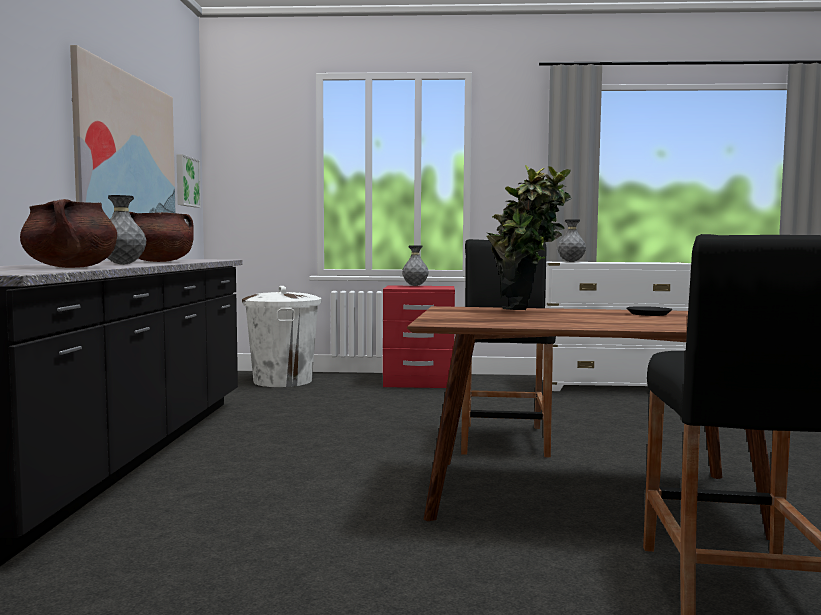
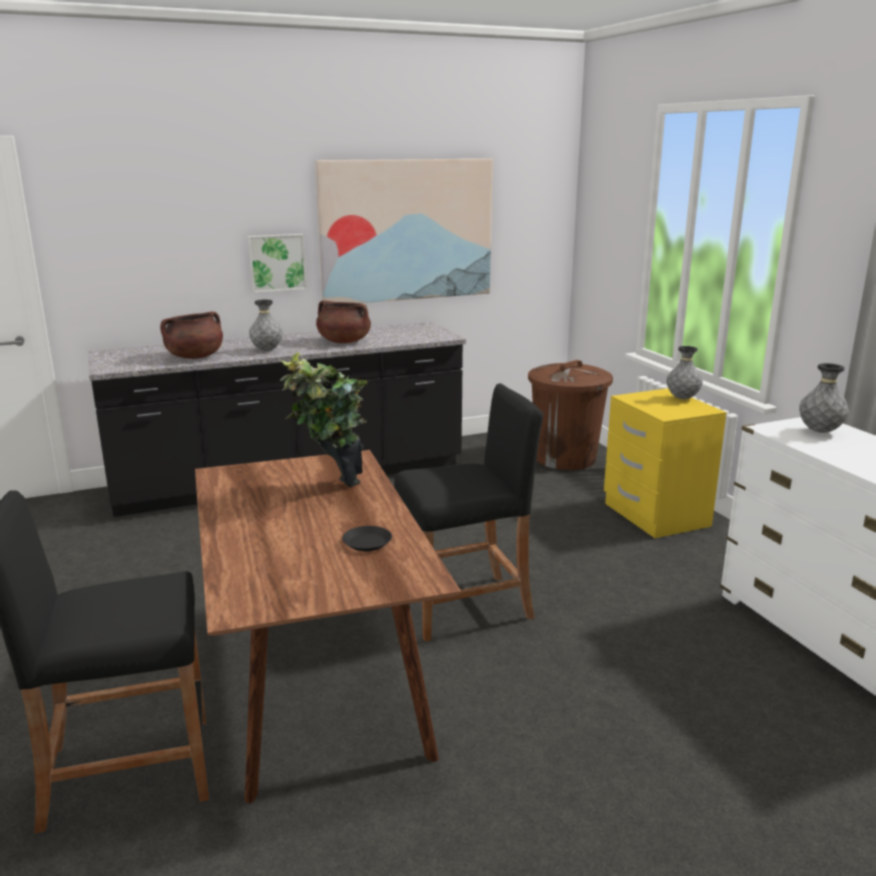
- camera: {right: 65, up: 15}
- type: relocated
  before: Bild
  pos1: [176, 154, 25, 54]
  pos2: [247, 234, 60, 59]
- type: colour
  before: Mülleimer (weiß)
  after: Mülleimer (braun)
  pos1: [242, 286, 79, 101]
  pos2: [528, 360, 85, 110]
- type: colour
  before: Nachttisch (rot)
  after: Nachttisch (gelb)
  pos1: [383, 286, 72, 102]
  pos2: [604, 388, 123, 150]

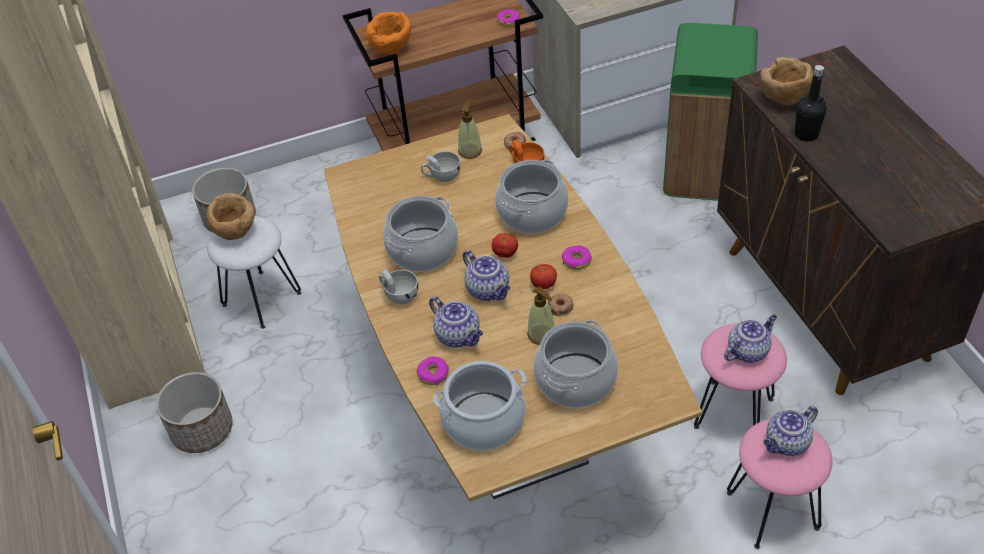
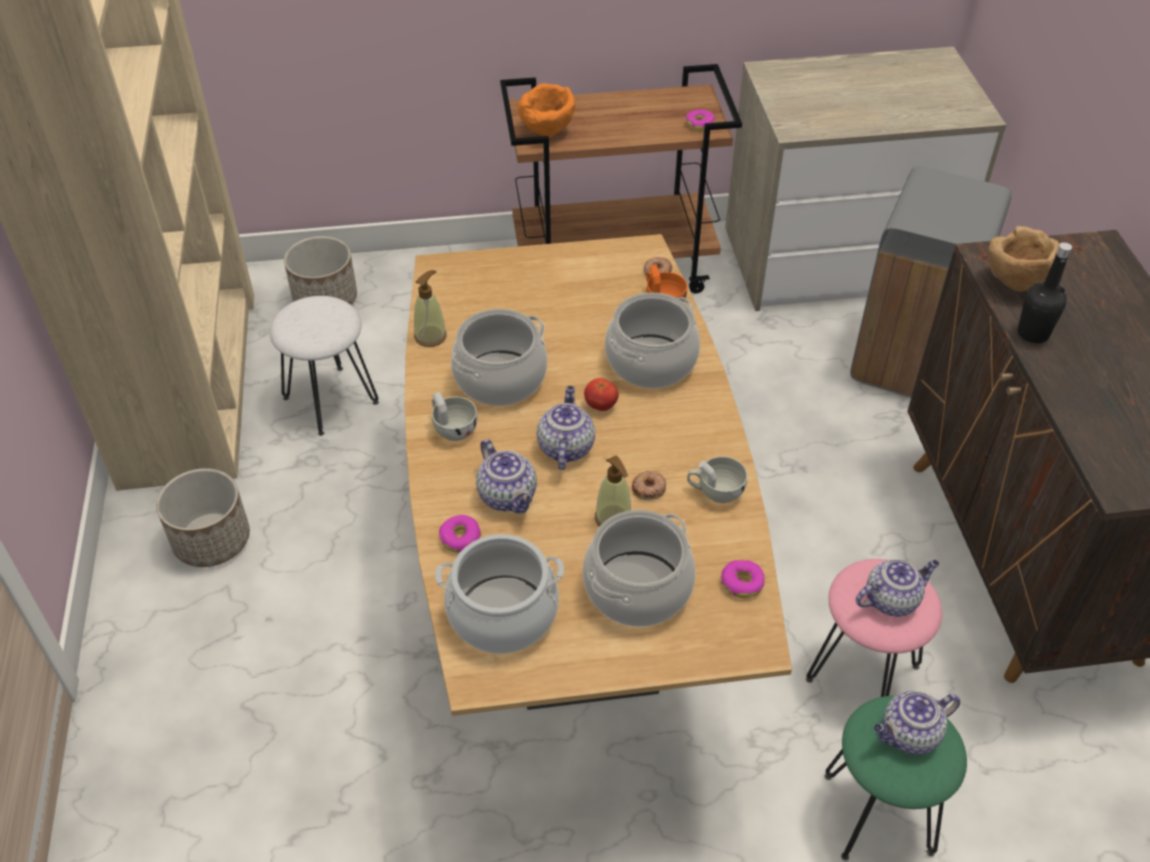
- camera: {right: 10, up: 0}
- type: relocated
  before: Seifenspender
  pos1: [458, 100, 24, 59]
  pos2: [414, 270, 33, 77]
- type: spun
  before: Teekanne
  pos1: [463, 250, 47, 51]
  pos2: [537, 386, 58, 84]
  turn: -150
- type: relocated
  before: Tasse (weiß)
  pos1: [421, 151, 40, 31]
  pos2: [687, 456, 61, 47]
- type: relocated
  before: Donut
  pos1: [562, 245, 30, 25]
  pos2: [721, 560, 44, 38]
- type: colour
  before: Hocker (rosa)
  after: Hocker (grün)
  pos1: [727, 419, 106, 130]
  pos2: [825, 696, 142, 165]
- type: colour
  before: Mülleimer (grün)
  after: Mülleimer (grau)
  pos1: [663, 23, 95, 178]
  pos2: [850, 167, 162, 230]
- type: missing
  before: Schüssel (braun)
  pos1: [206, 193, 49, 47]
- type: missing
  before: Tomate
  pos1: [530, 264, 27, 25]

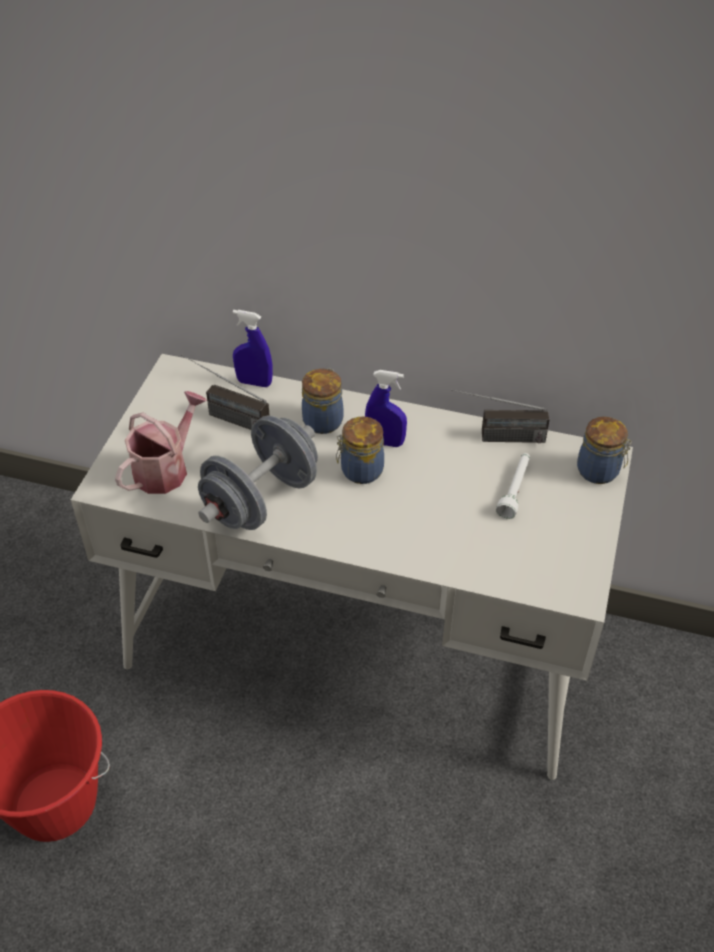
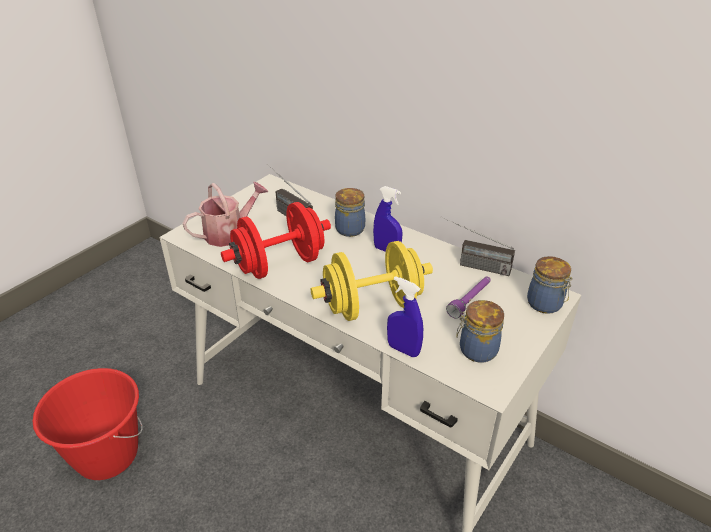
- camera: {right: 20, up: -10}
- type: colour
  before: Hantel (grau)
  after: Hantel (rot)
  pos1: [198, 415, 120, 115]
  pos2: [221, 202, 110, 77]
- type: appeared
  after: Hantel (gelb)
  pos2: [311, 241, 122, 80]
- type: relocated
  before: Sprühflasche (blau)
  pos1: [233, 310, 40, 77]
  pos2: [387, 276, 36, 81]
- type: colour
  before: Taschenlampe (weiß)
  after: Taschenlampe (lila)
  pos1: [496, 453, 34, 66]
  pos2: [446, 276, 44, 42]
- type: relocated
  before: Vorratsglas
  pos1: [336, 417, 48, 67]
  pos2: [457, 300, 47, 63]

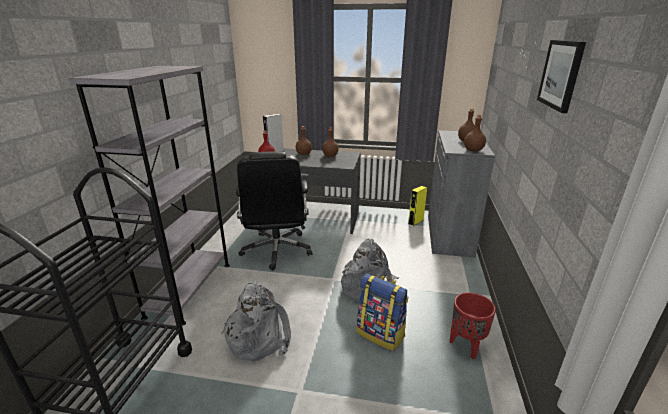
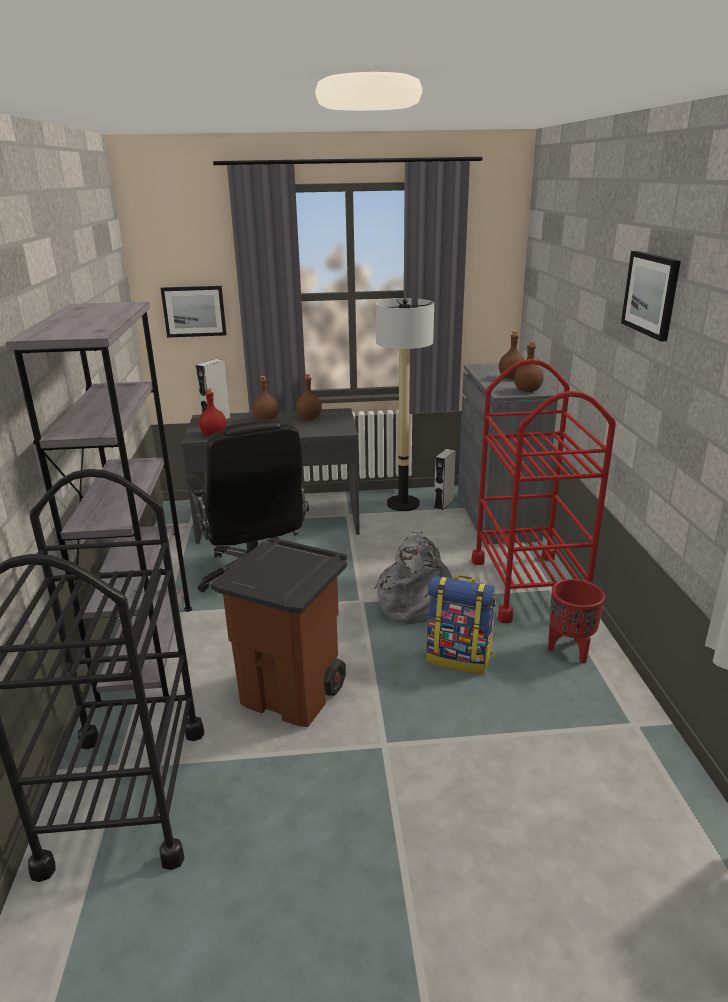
- camera: {right: -15, up: 0}
- type: appeared
  after: Bild
  pos2: [161, 286, 66, 52]
- type: exchanged
  before: Rucksack (grau)
  after: Mülleimer (braun)
  pos1: [221, 281, 70, 80]
  pos2: [210, 538, 137, 189]
- type: appeared
  after: Stehlampe
  pos2: [376, 298, 58, 213]
- type: colour
  before: Lautsprecher (gelb)
  after: Lautsprecher (grau)
  pos1: [408, 186, 19, 40]
  pos2: [434, 449, 22, 61]
- type: appeared
  after: Rollwagen (rot)
  pos2: [471, 359, 145, 265]

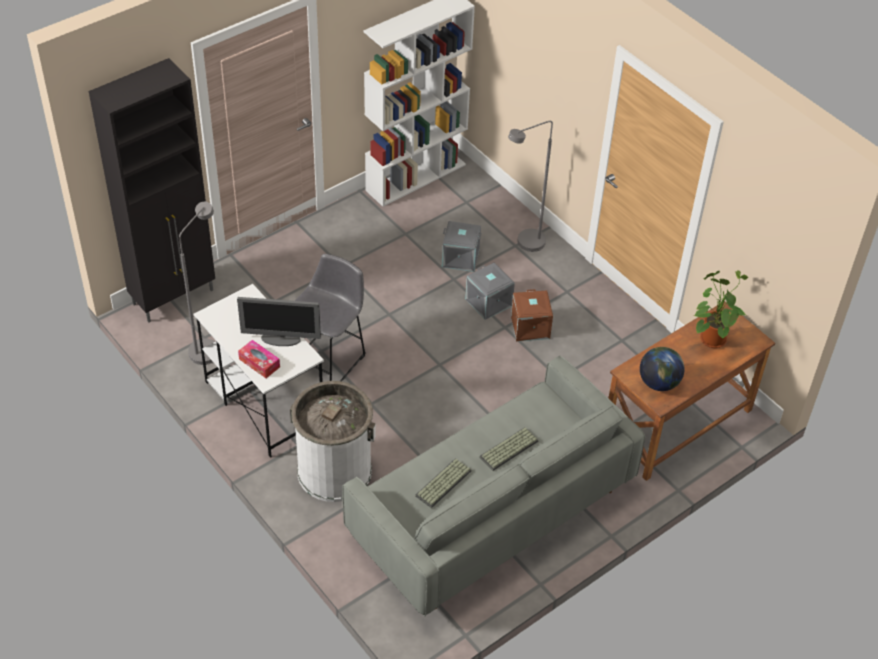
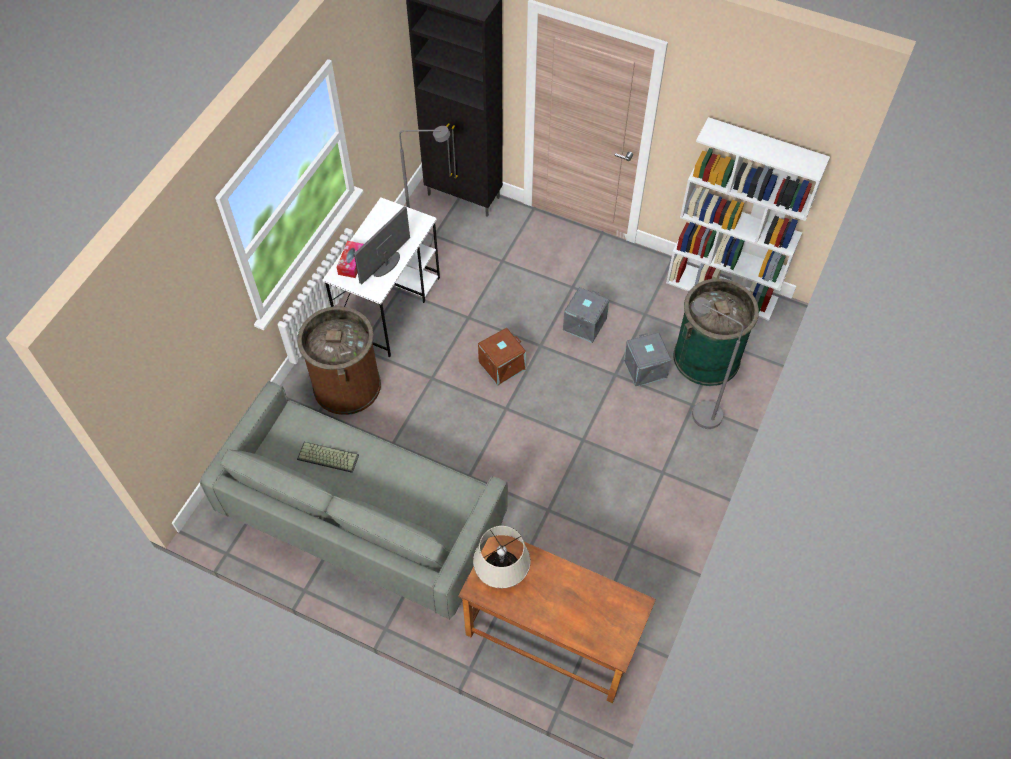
- camera: {right: 65, up: 10}
- type: colour
  before: Mülleimer (weiß)
  after: Mülleimer (braun)
  pos1: [290, 381, 86, 121]
  pos2: [297, 306, 84, 109]
- type: spun
  before: Monitor
  pos1: [237, 297, 84, 49]
  pos2: [354, 206, 56, 78]
  turn: 60
- type: exchanged
  before: Globus
  after: Tischlampe (beige)
  pos1: [640, 347, 45, 44]
  pos2: [473, 526, 57, 62]
- type: relocated
  before: Aufbewahrungsbox (braun)
  pos1: [511, 289, 42, 53]
  pos2: [478, 328, 48, 58]
- type: relocated
  before: Aufbewahrungsbox (grau)
  pos1: [465, 263, 50, 57]
  pos2: [563, 287, 46, 56]
- type: appeared
  after: Mülleimer (grün)
  pos2: [673, 278, 86, 108]
- type: missing
  before: Hocker (grau)
  pos1: [295, 254, 71, 127]
- type: missing
  before: Tastatur
  pos1: [479, 427, 60, 44]
- type: missing
  before: Topfpflanze
  pos1: [694, 270, 54, 78]

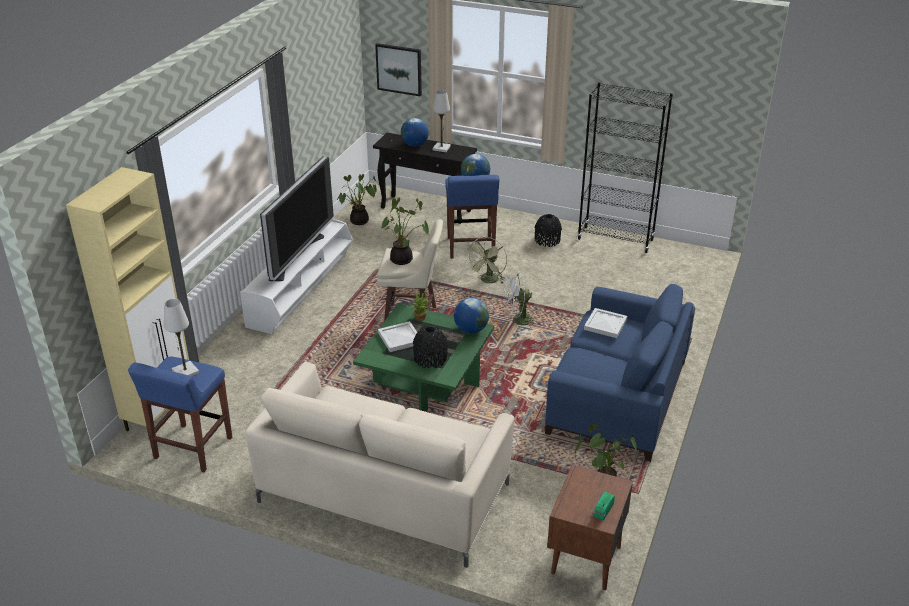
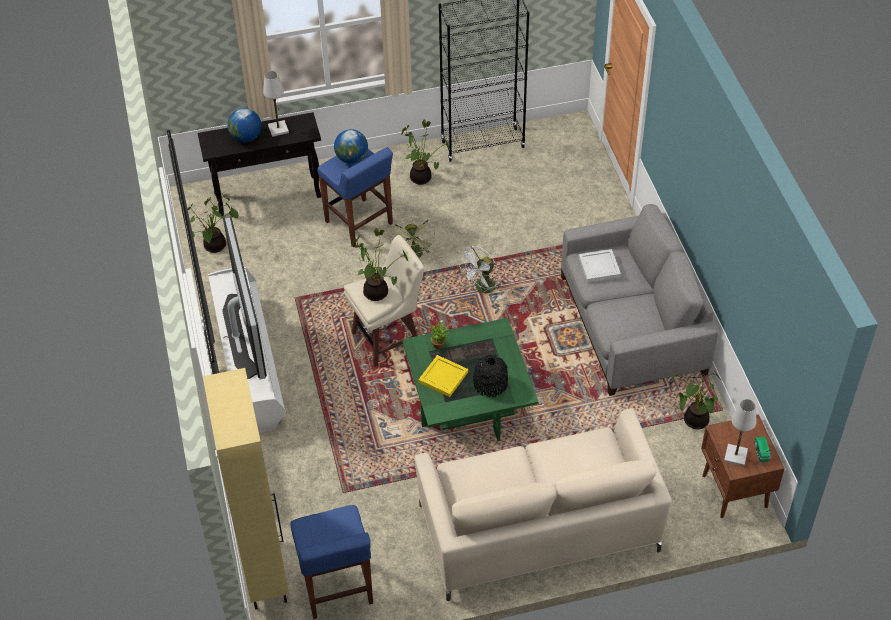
- camera: {right: -35, up: 15}
- type: exchanged
  before: Vase (schwarz)
  after: Topfpflanze
  pos1: [535, 214, 27, 33]
  pos2: [401, 120, 49, 65]
- type: colour
  before: Tablett (weiß)
  after: Tablett (gelb)
  pos1: [378, 321, 39, 31]
  pos2: [419, 355, 49, 42]
- type: colour
  before: Sofa (blau)
  after: Sofa (grau)
  pos1: [545, 284, 150, 178]
  pos2: [561, 204, 157, 192]
- type: relocated
  before: Tischlampe (weiß)
  pos1: [164, 299, 35, 77]
  pos2: [724, 399, 33, 67]
- type: missing
  before: Bild
  pos1: [375, 43, 47, 53]
- type: missing
  before: Globus
  pos1: [454, 298, 35, 35]

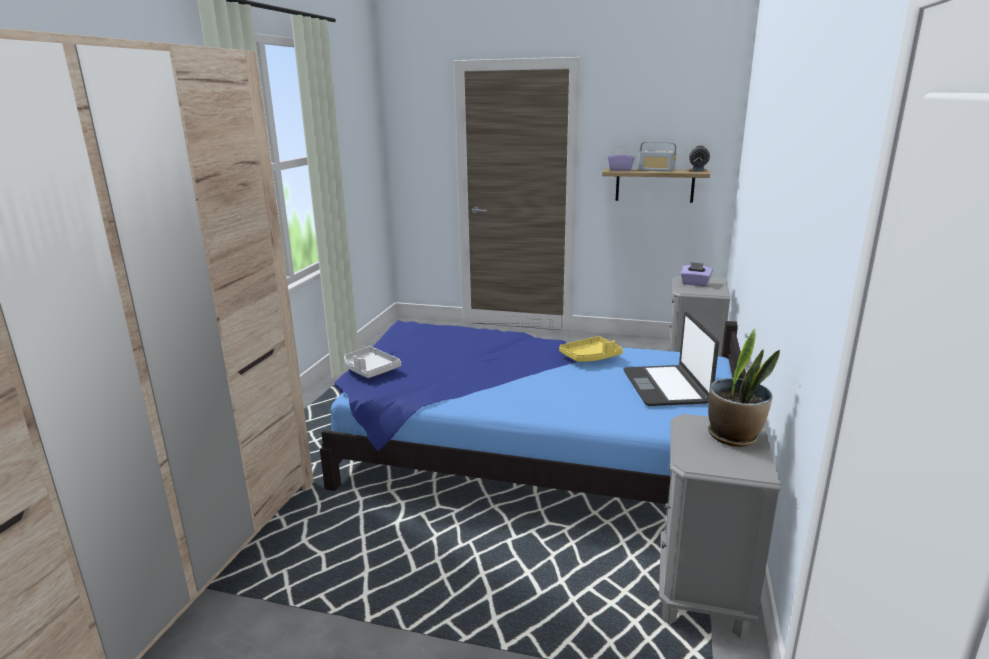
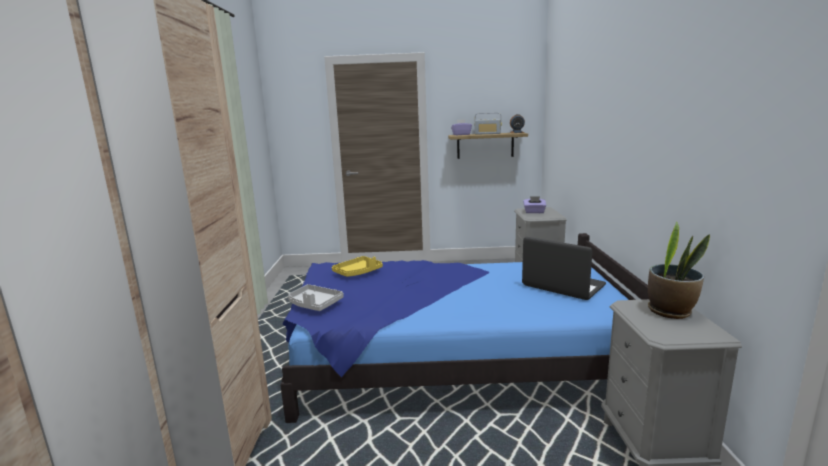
- camera: {right: -15, up: -5}
- type: relocated
  before: Tablett (gelb)
  pos1: [559, 336, 64, 26]
  pos2: [332, 256, 51, 21]
- type: spun
  before: Laptop
  pos1: [623, 312, 96, 94]
  pos2: [522, 237, 84, 63]
  turn: 150

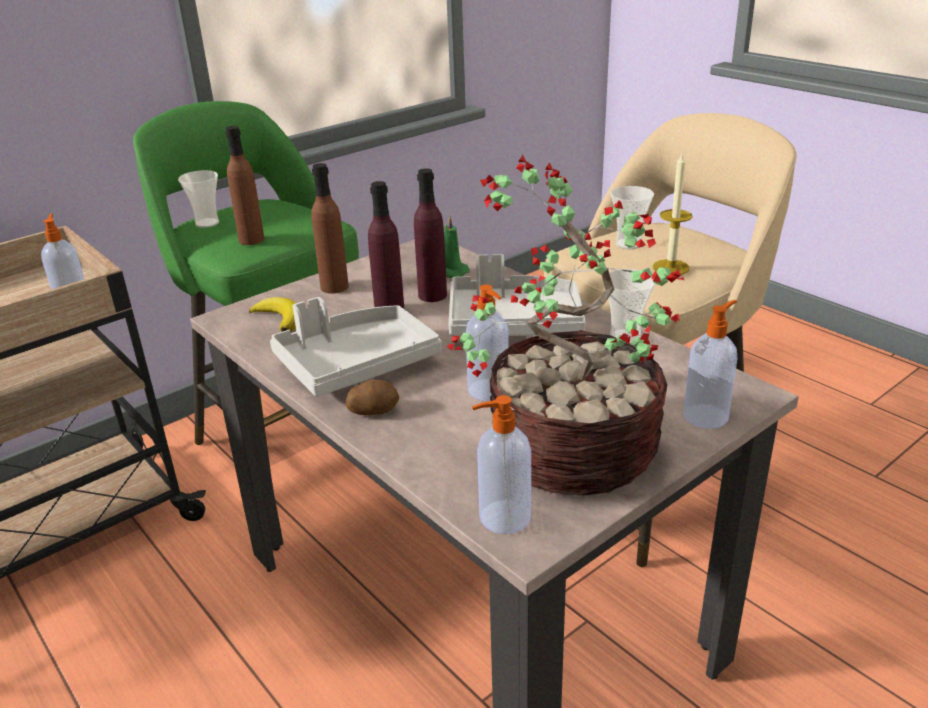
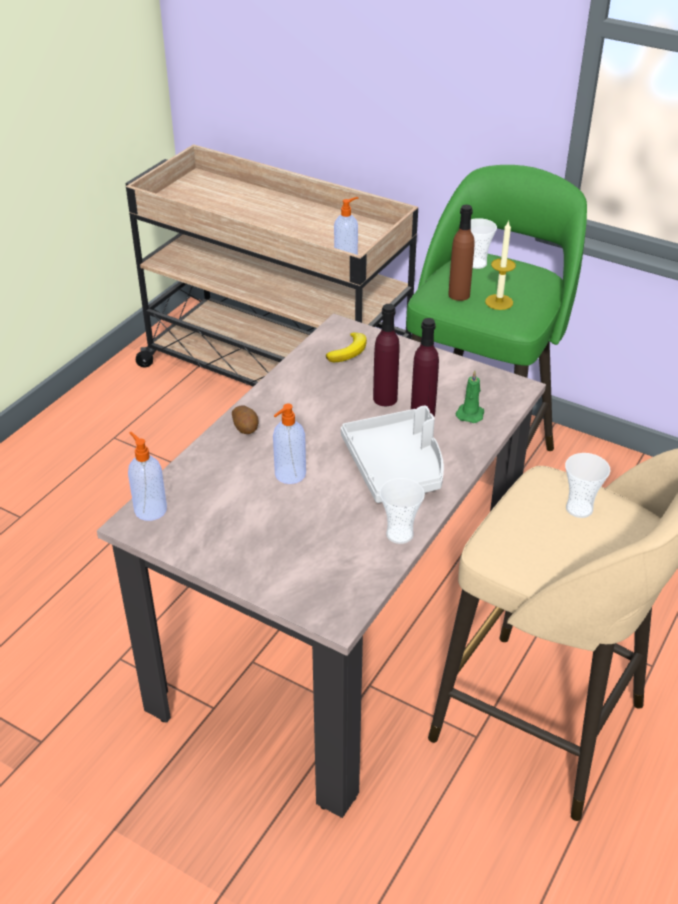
- camera: {right: 70, up: 10}
- type: relocated
  before: Kerze
  pos1: [653, 154, 39, 121]
  pos2: [485, 220, 31, 90]
- type: missing
  before: Tablett (grau)
  pos1: [270, 297, 172, 100]
- type: missing
  before: Flasche (braun)
  pos1: [311, 163, 38, 131]
- type: missing
  before: Topfpflanze
  pos1: [447, 155, 237, 340]
- type: missing
  before: Seifenspender
  pos1: [683, 300, 54, 129]

